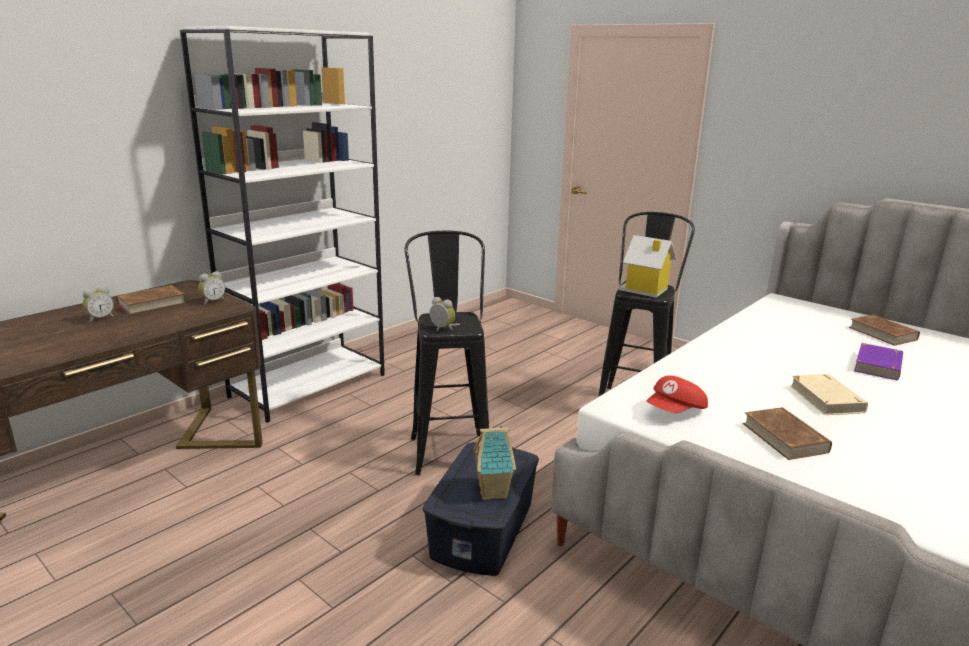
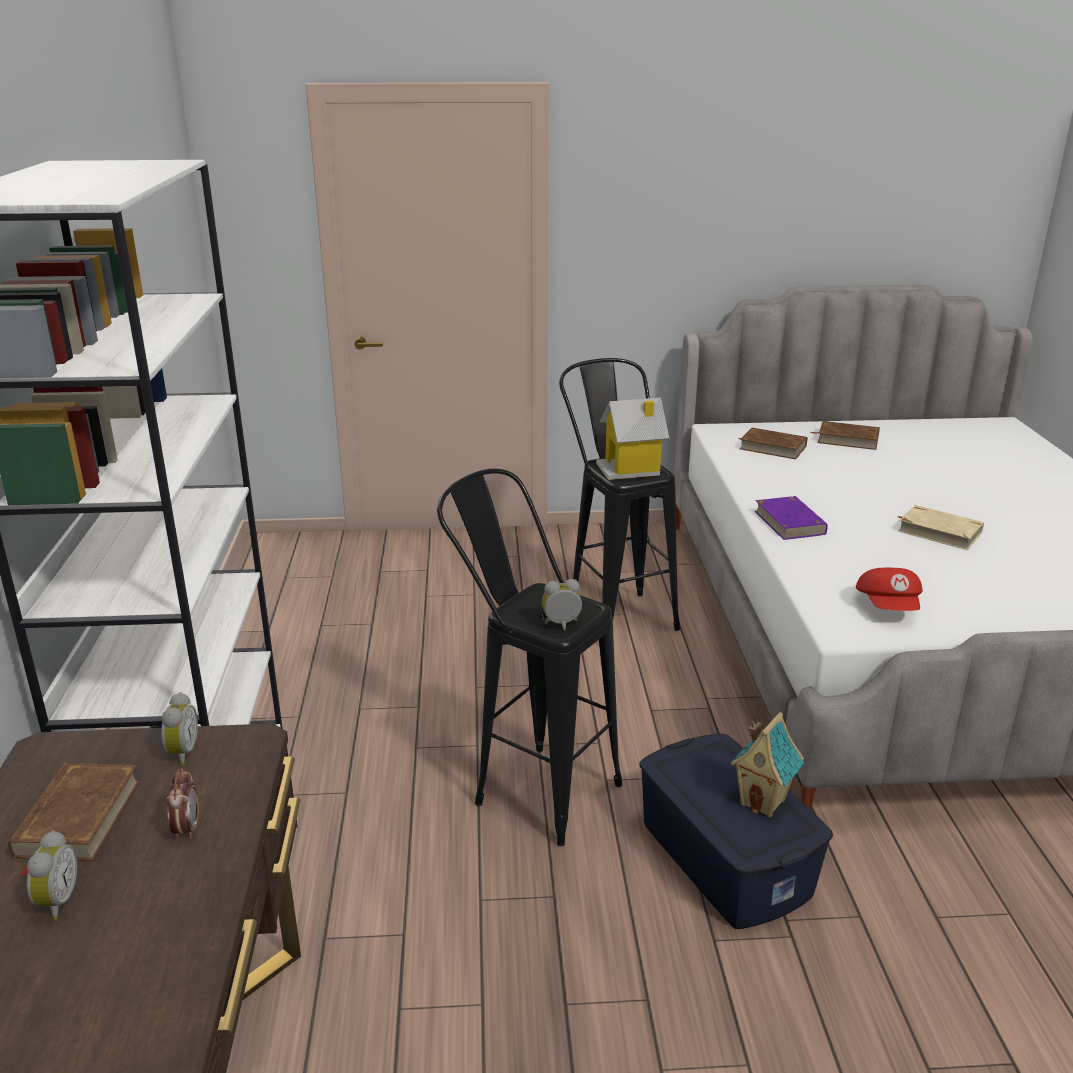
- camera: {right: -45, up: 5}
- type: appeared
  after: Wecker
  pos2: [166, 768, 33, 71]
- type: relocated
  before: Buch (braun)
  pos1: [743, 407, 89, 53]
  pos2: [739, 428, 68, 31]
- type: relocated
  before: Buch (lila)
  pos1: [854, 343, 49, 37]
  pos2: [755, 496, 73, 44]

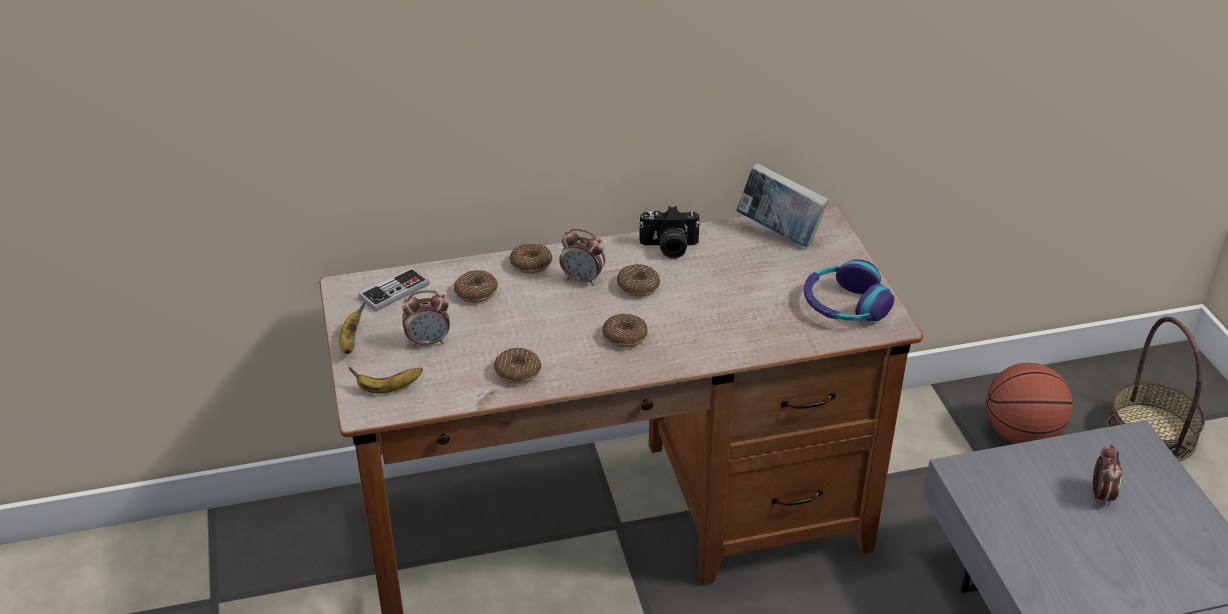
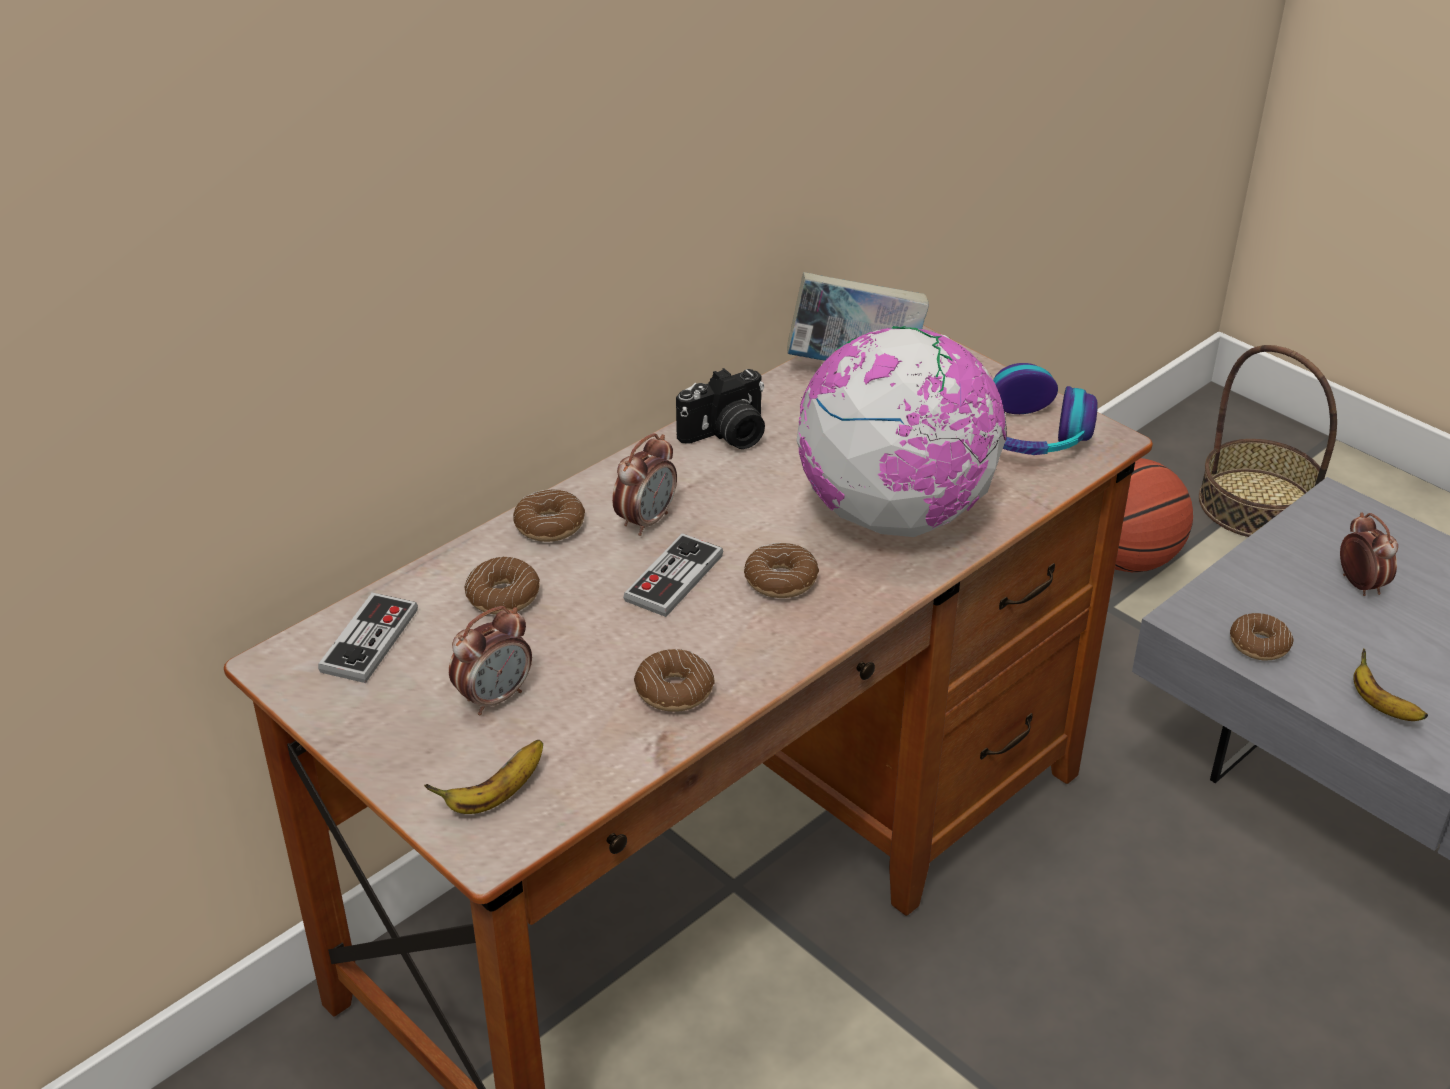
- camera: {right: -30, up: 0}
- type: spun
  before: Wecker
  pos1: [559, 229, 46, 57]
  pos2: [612, 433, 65, 103]
  turn: -45
- type: appeared
  after: Gamepad
  pos2: [623, 533, 100, 84]
- type: appeared
  after: Globus
  pos2: [796, 326, 211, 211]
- type: relocated
  before: Donut
  pos1: [617, 264, 43, 33]
  pos2: [1230, 613, 64, 48]
- type: relocated
  before: Banane
  pos1: [339, 302, 26, 52]
  pos2: [1353, 648, 75, 73]

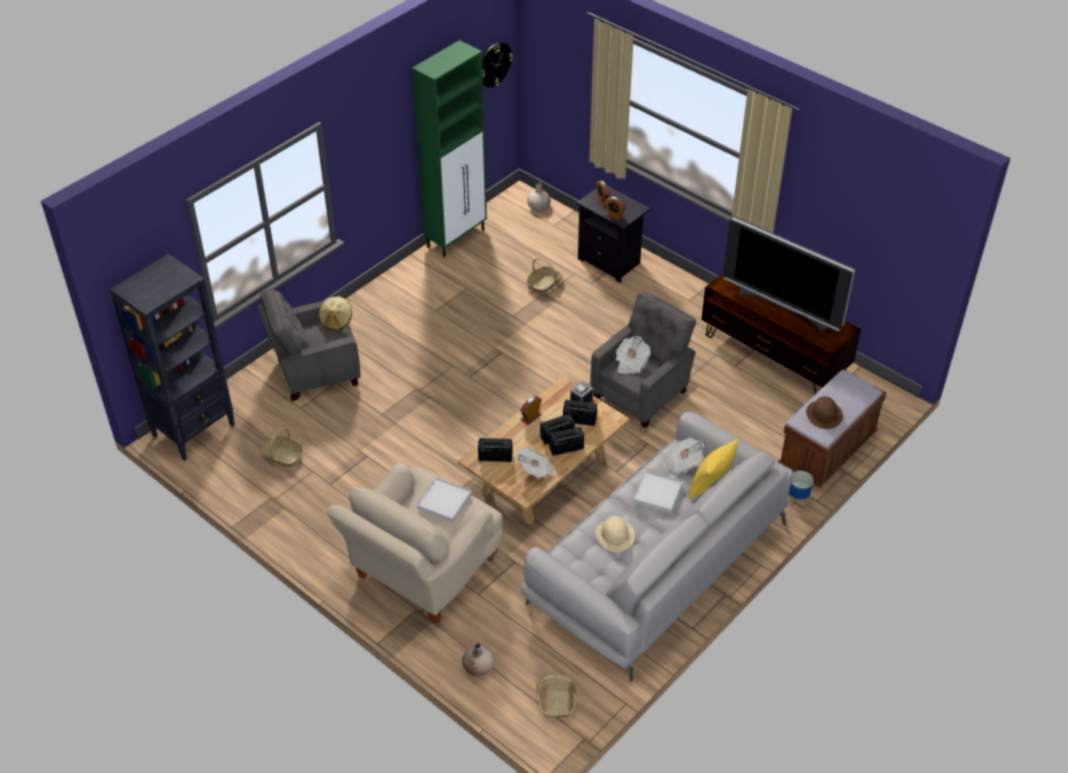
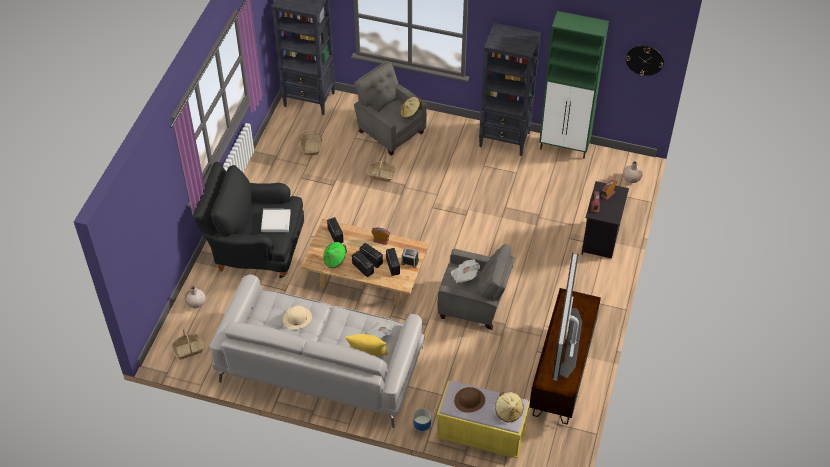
- camera: {right: 65, up: 5}
- type: colour
  before: Sessel (beige)
  after: Sessel (schwarz)
  pos1: [327, 463, 176, 161]
  pos2: [192, 162, 112, 116]
- type: exchanged
  before: Zeitung
  after: Hut (grün)
  pos1: [516, 448, 40, 30]
  pos2: [323, 242, 24, 26]
- type: relocated
  before: Korb
  pos1: [526, 258, 37, 37]
  pos2: [367, 155, 29, 27]
- type: colour
  before: Bank (braun)
  after: Bank (gelb)
  pos1: [778, 370, 108, 118]
  pos2: [436, 381, 94, 77]
- type: appeared
  after: Bücherregal (schwarz)
  pos2: [479, 23, 62, 133]
- type: appeared
  after: Hut (beige)
  pos2: [495, 392, 29, 30]
- type: missing
  before: Tablett (weiß)
  pos1: [633, 471, 50, 43]

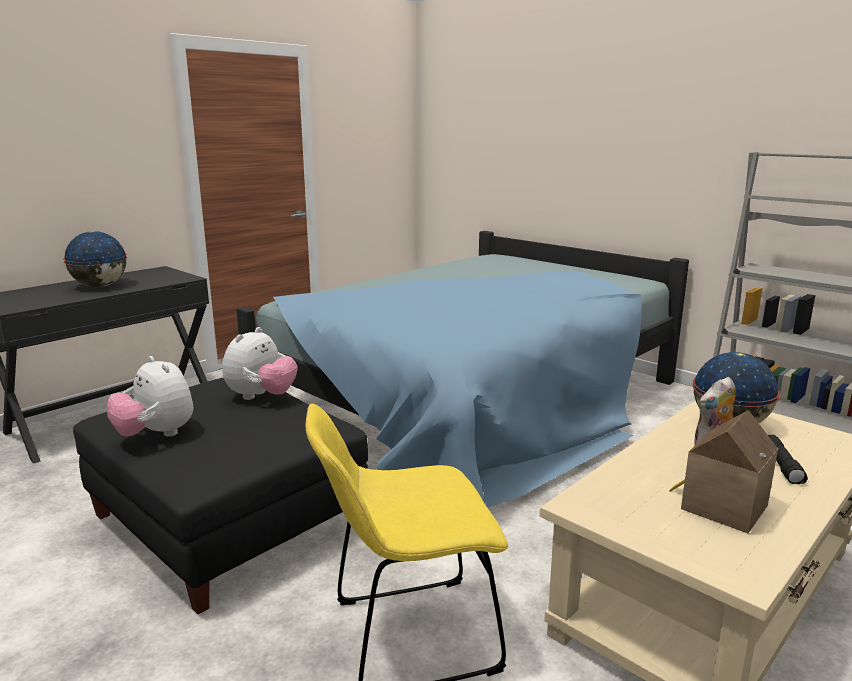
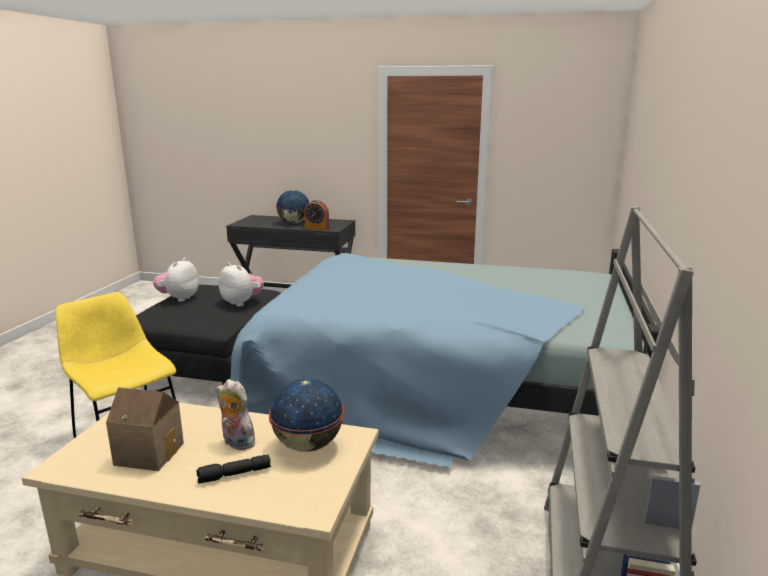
- camera: {right: 60, up: 0}
- type: spun
  before: Plüschtier
  pos1: [222, 327, 75, 73]
  pos2: [219, 262, 45, 45]
  turn: -135
- type: appeared
  after: Wecker
  pos2: [304, 200, 25, 30]

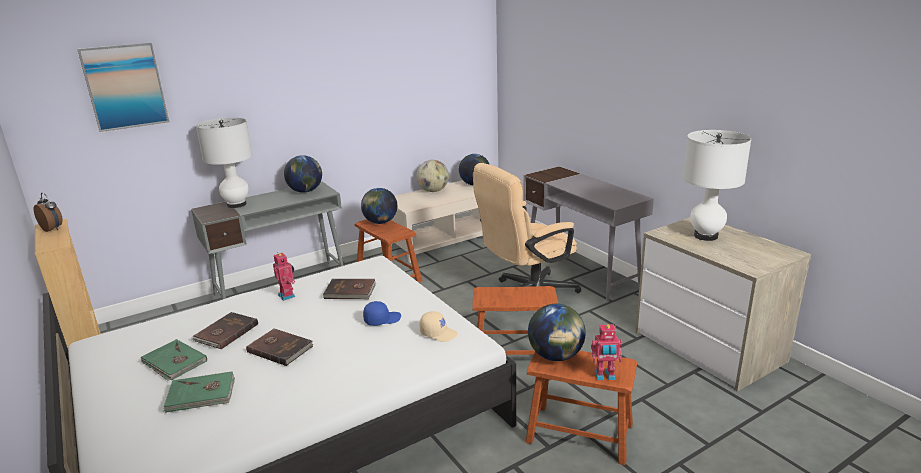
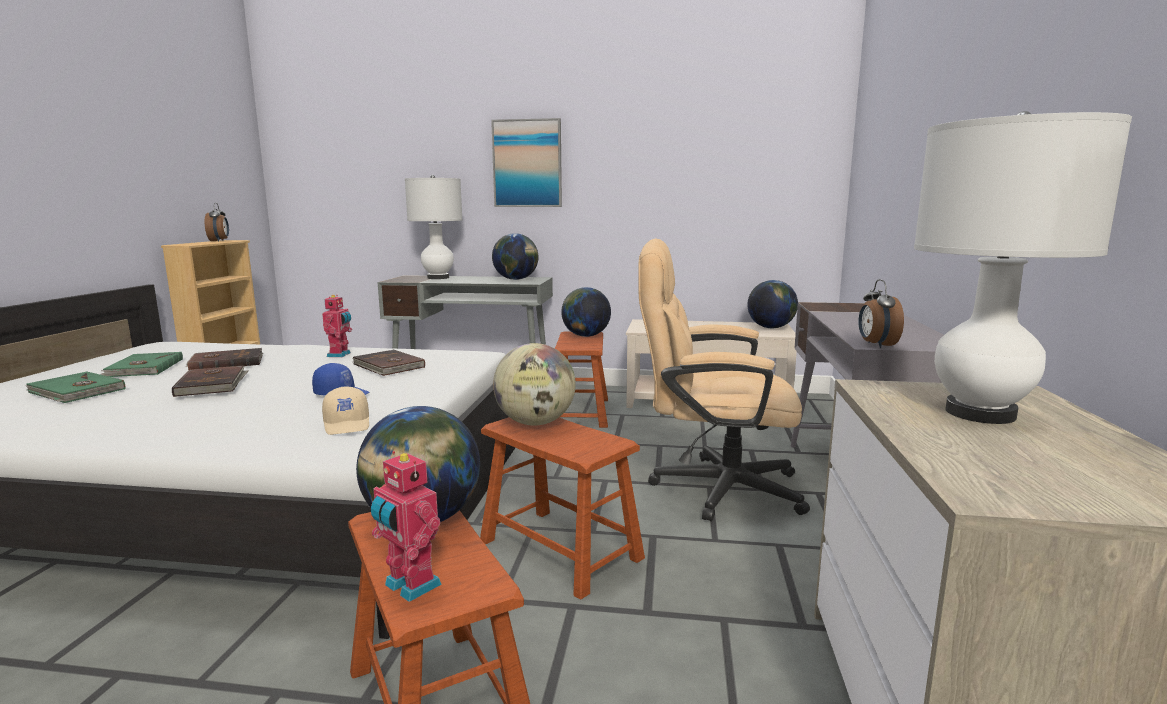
- camera: {right: 40, up: -10}
- type: relocated
  before: Bild
  pos1: [77, 43, 92, 89]
  pos2: [491, 118, 71, 89]
- type: relocated
  before: Globus
  pos1: [417, 160, 32, 32]
  pos2: [493, 343, 83, 83]
- type: appeared
  after: Wecker
  pos2: [858, 279, 46, 69]

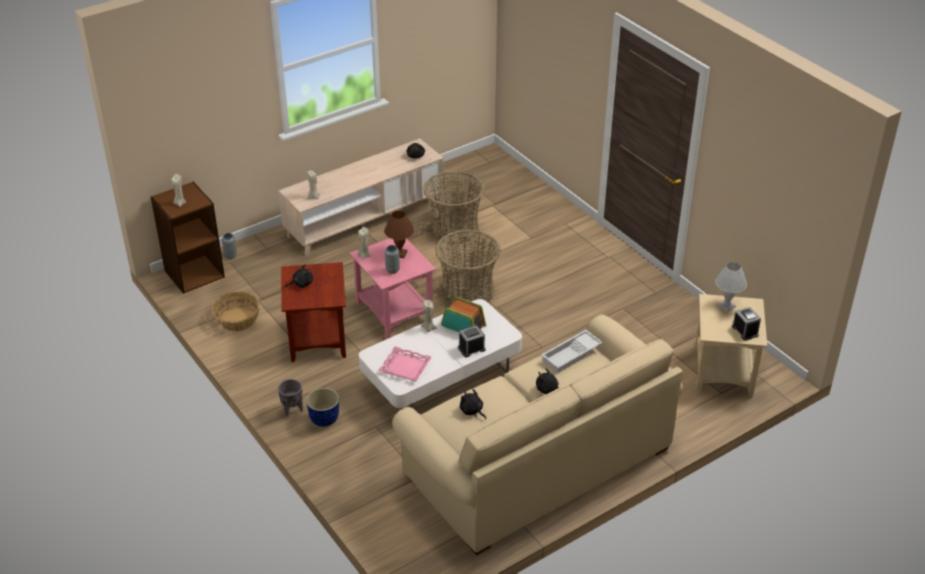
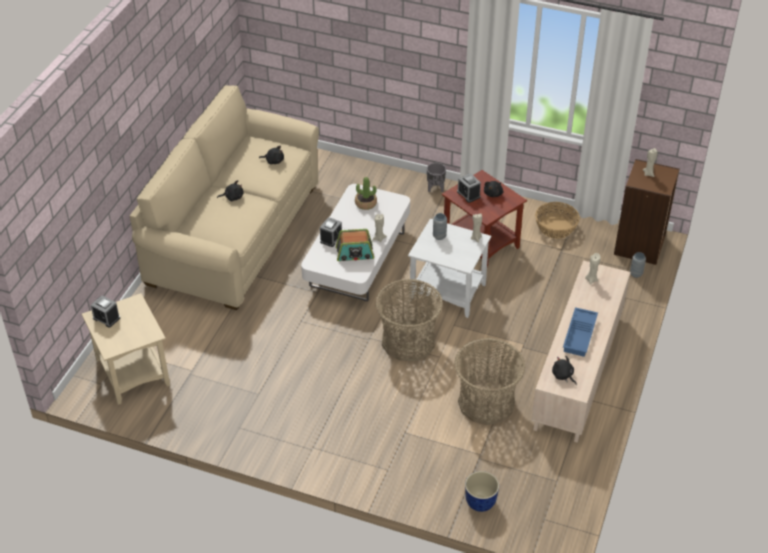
- camera: {right: 145, up: 5}
- type: exchanged
  before: Tablett (rosa)
  after: Topfpflanze
  pos1: [379, 346, 53, 35]
  pos2: [355, 177, 22, 33]
- type: colour
  before: Beistelltisch (rosa)
  after: Beistelltisch (weiß)
  pos1: [350, 238, 86, 101]
  pos2: [408, 219, 83, 99]
- type: appeared
  after: Wecker
  pos2: [457, 173, 24, 30]
- type: relocated
  before: Pflanzkübel
  pos1: [306, 388, 33, 39]
  pos2: [465, 471, 34, 41]
- type: appeared
  after: Tablett (blau)
  pos2: [563, 307, 35, 50]
- type: missing
  before: Tischlampe (braun)
  pos1: [384, 211, 30, 47]
- type: missing
  before: Tablett (weiß)
  pos1: [541, 330, 62, 43]
- type: missing
  before: Tischlampe (weiß)
  pos1: [715, 262, 32, 50]

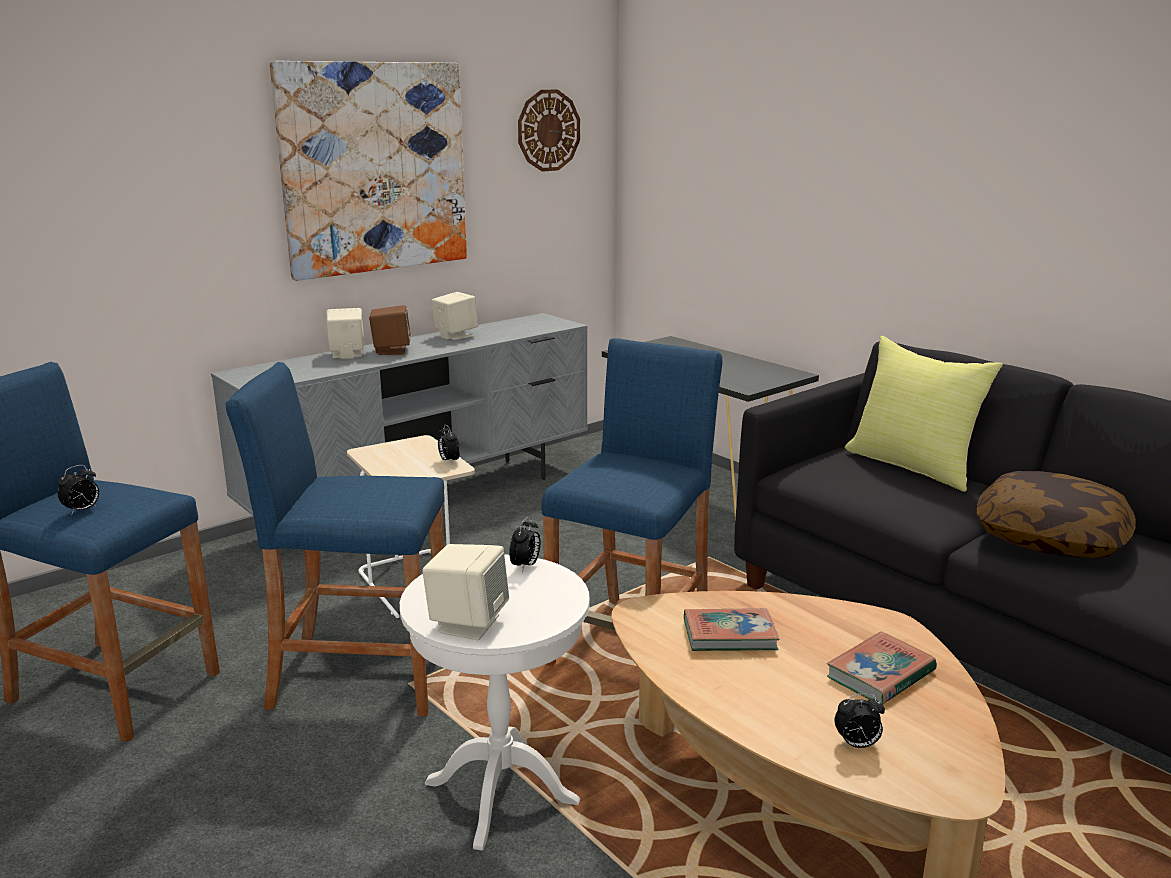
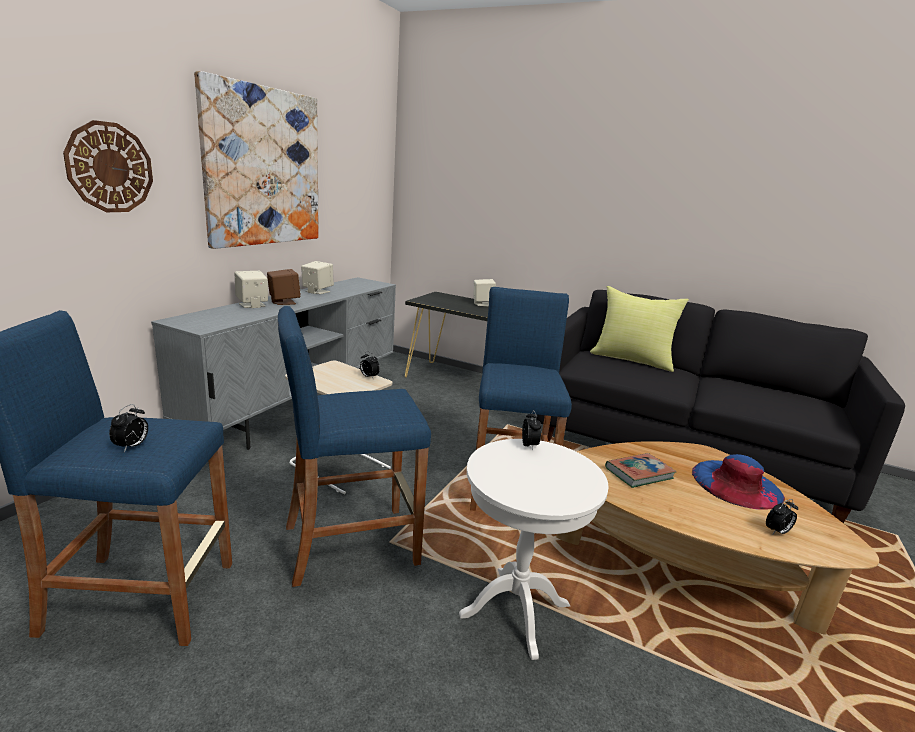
- camera: {right: -25, up: 0}
- type: relocated
  before: Wanduhr
  pos1: [518, 90, 62, 82]
  pos2: [63, 120, 90, 92]
- type: relocated
  before: Lautsprecher (beige)
  pos1: [422, 544, 87, 96]
  pos2: [474, 279, 22, 27]
- type: exchanged
  before: Buch
  after: Hut (blau)
  pos1: [827, 632, 110, 73]
  pos2: [692, 454, 93, 56]
- type: missing
  before: Kissen
  pos1: [976, 471, 160, 87]

